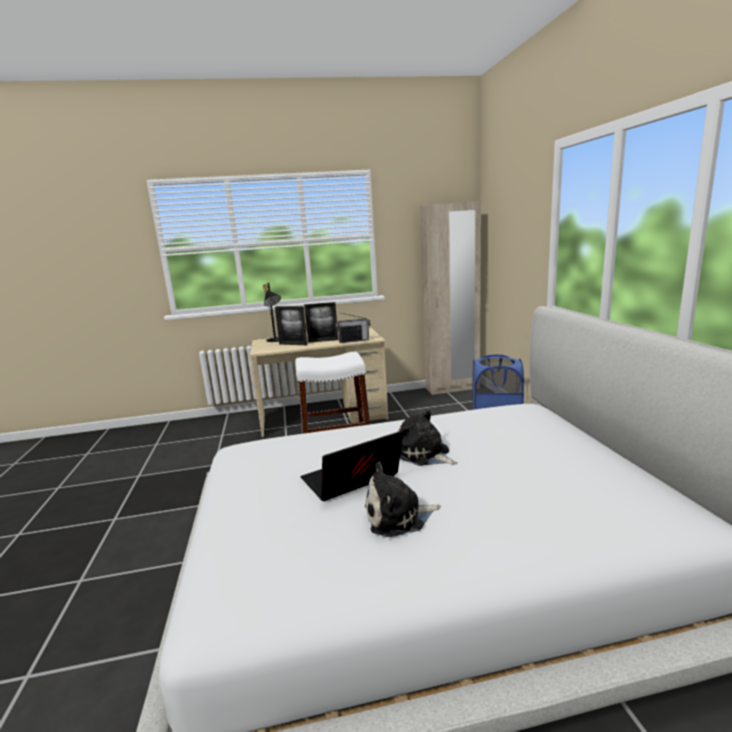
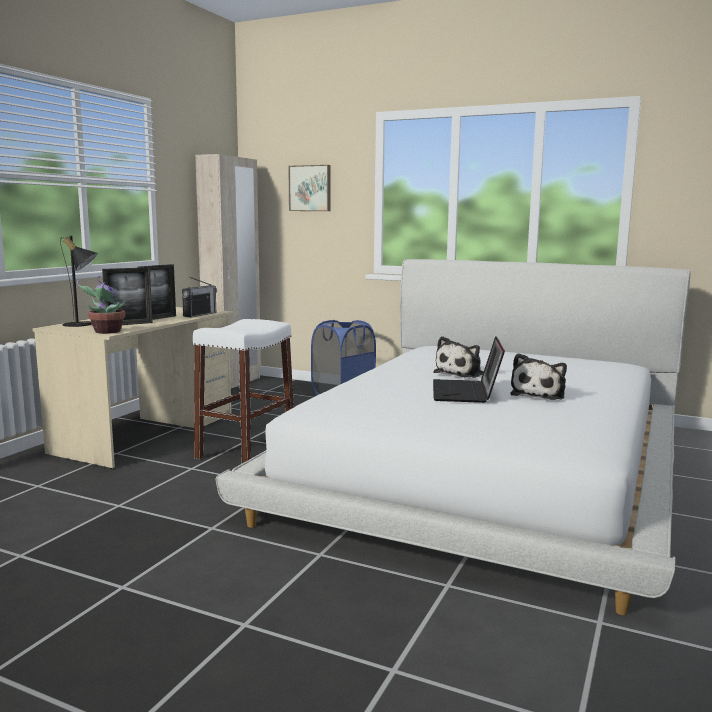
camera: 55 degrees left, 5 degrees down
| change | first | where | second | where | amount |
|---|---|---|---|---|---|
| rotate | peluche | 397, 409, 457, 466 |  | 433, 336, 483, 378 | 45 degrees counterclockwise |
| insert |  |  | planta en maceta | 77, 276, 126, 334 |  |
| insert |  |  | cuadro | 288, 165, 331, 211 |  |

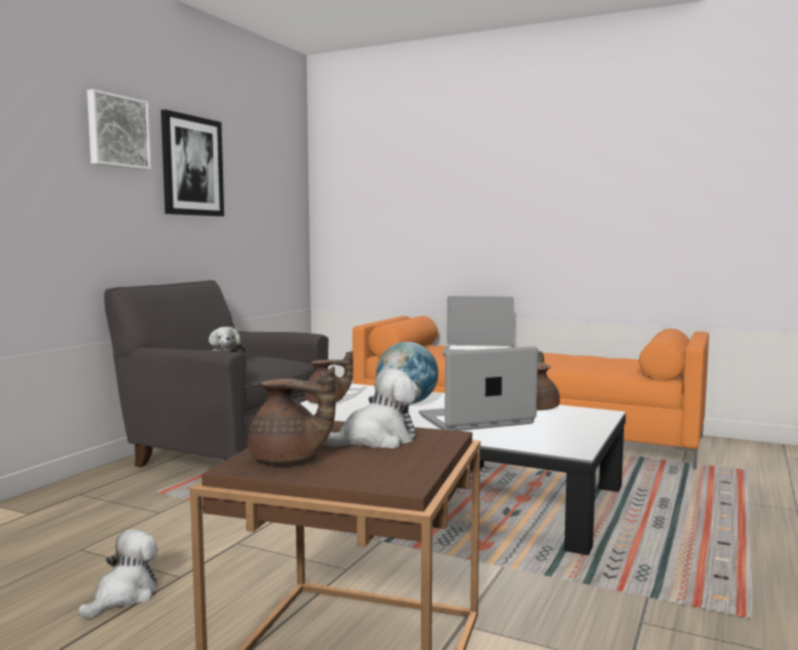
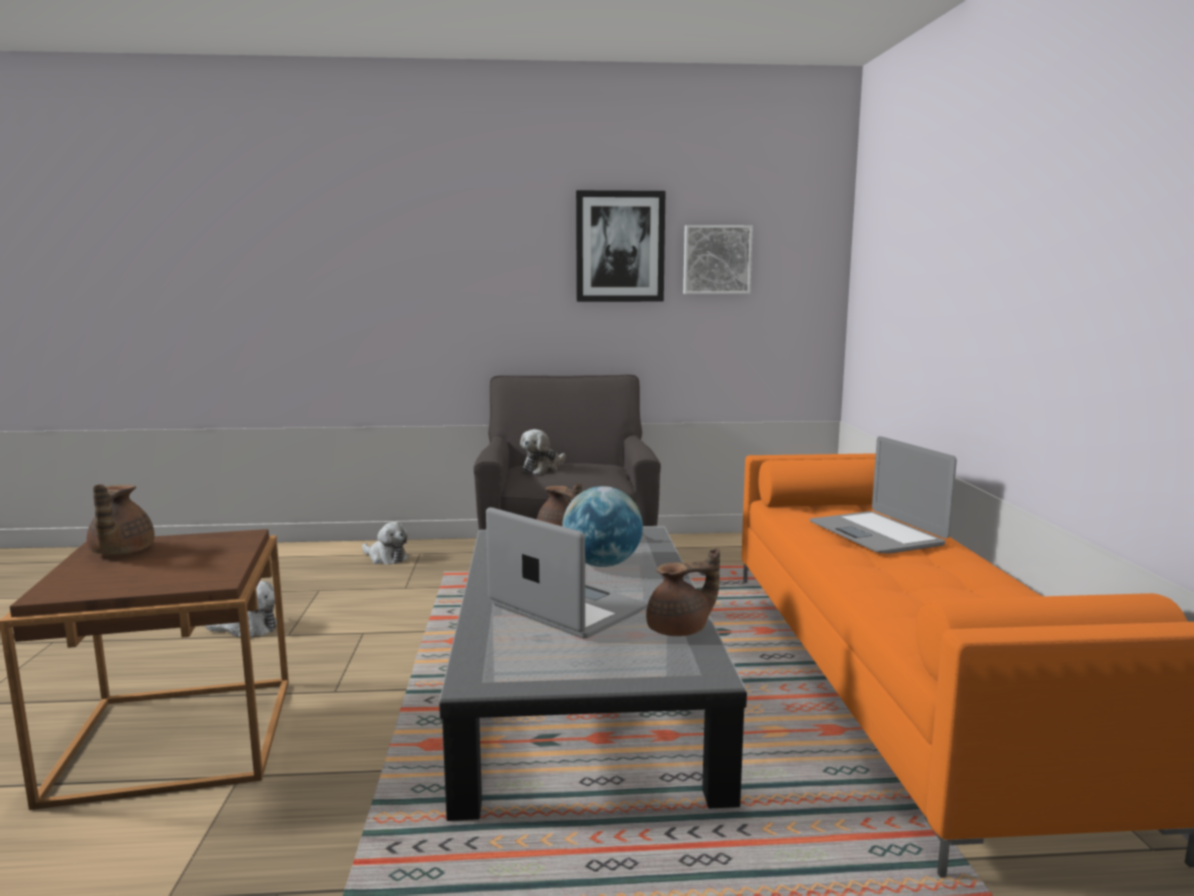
camera: 60 degrees right, 5 degrees up
| change | first | where | second | where | amount |
|---|---|---|---|---|---|
| move | cuadro | 87, 89, 151, 170 |  | 683, 225, 753, 294 |  |
| move | peluche | 322, 368, 419, 449 |  | 362, 522, 408, 565 |  |

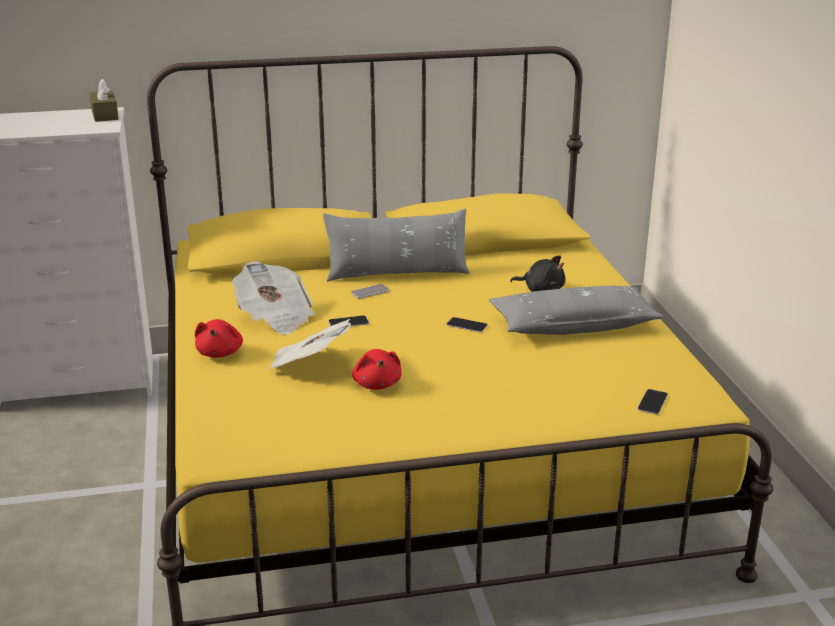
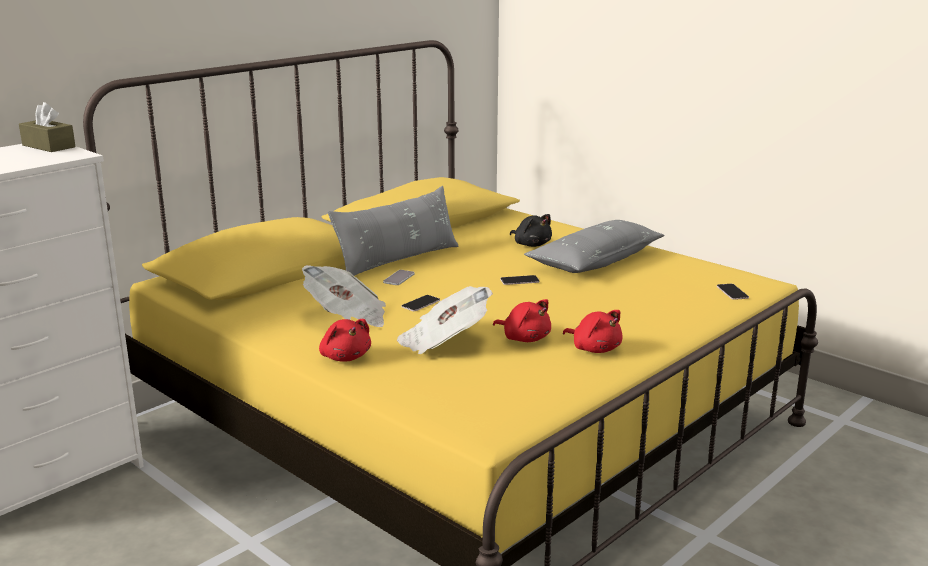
camera: 35 degrees left, 5 degrees down
| change | first | where | second | where | amount |
|---|---|---|---|---|---|
| rotate | peluche [negro] | 510, 255, 565, 292 |  | 510, 214, 552, 247 | 60 degrees clockwise |
| insert |  |  | peluche [rojo] | 563, 310, 623, 353 |  |

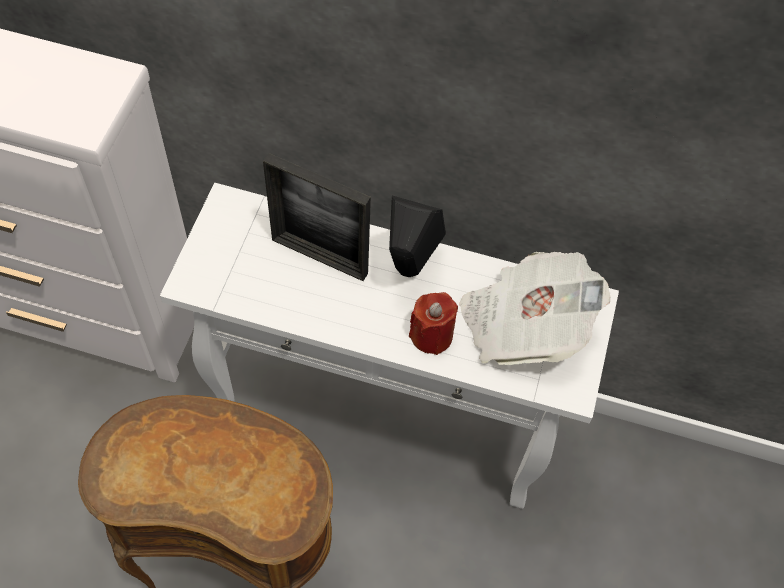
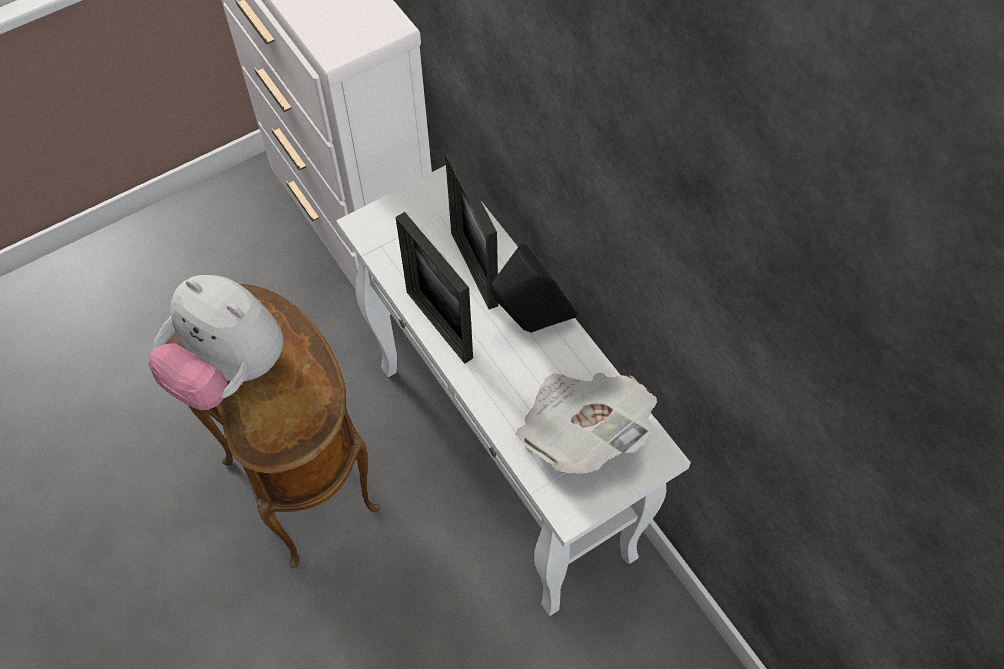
camera: 45 degrees right, 0 degrees up
| change | first | where | second | where | amount |
|---|---|---|---|---|---|
| delete | vela [rojo] | 409, 292, 458, 355 |  |  |  |
| insert |  |  | peluche | 149, 275, 283, 410 |  |
| insert |  |  | portarretratos | 396, 212, 473, 364 |  |

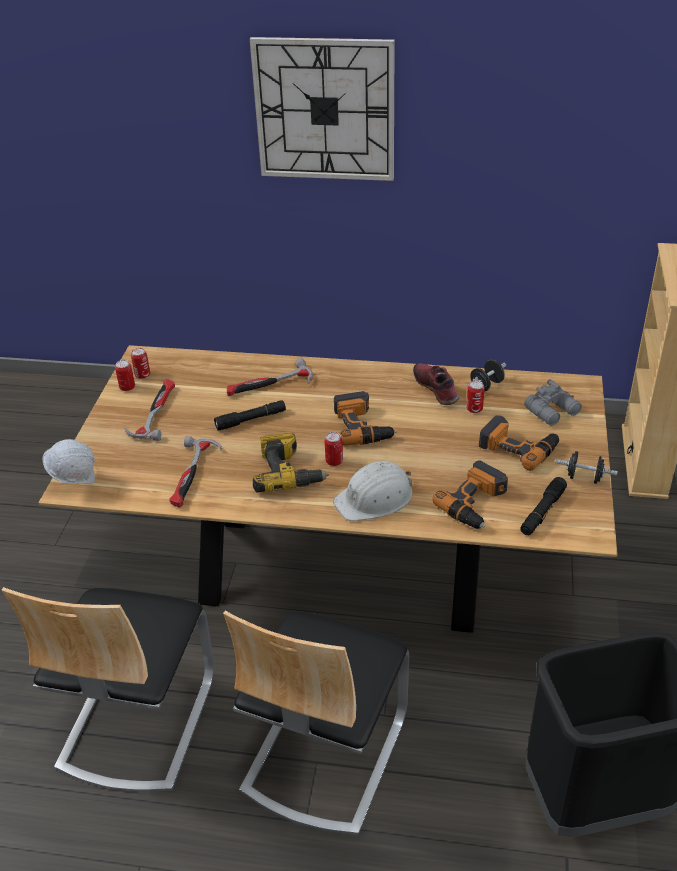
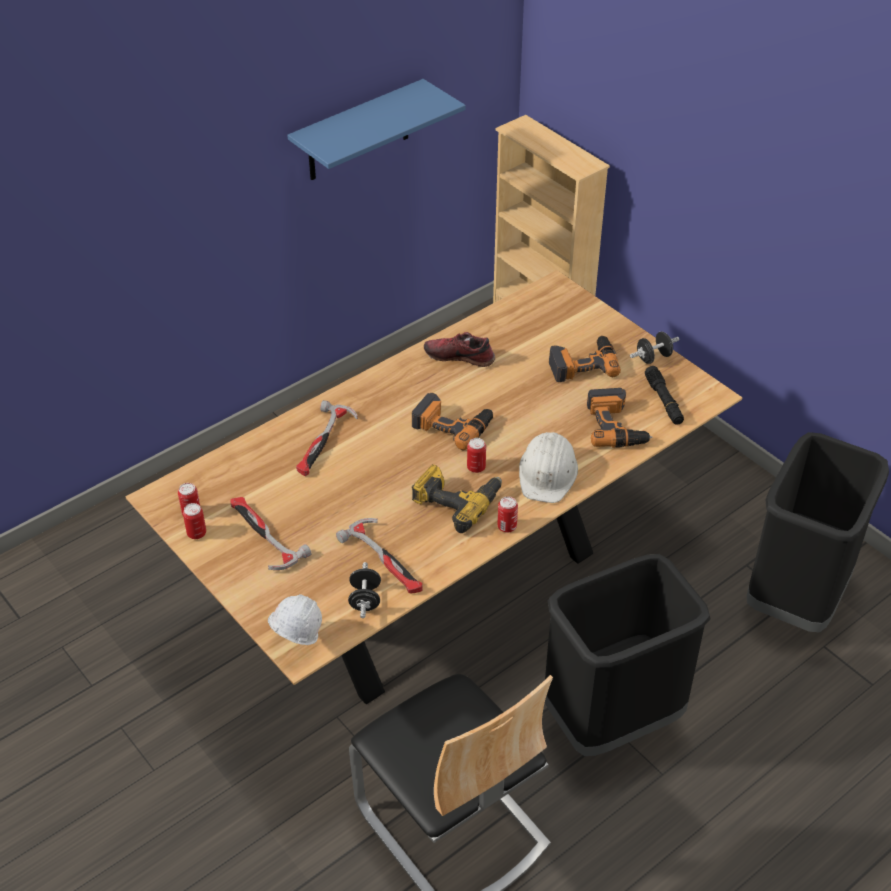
camera: 50 degrees left, 5 degrees up
| change | first | where | second | where | amount |
|---|---|---|---|---|---|
| delete | linterna [negro] | 214, 400, 286, 430 |  |  |  |
| replace | silla | 223, 611, 409, 835 | papelera [negro] | 545, 554, 710, 756 |  |
| delete | reloj de pared | 250, 37, 395, 181 |  |  |  |
| move | lata | 466, 381, 485, 413 |  | 497, 496, 518, 533 |  |
| move | mancuerna [negro] | 468, 360, 506, 392 |  | 348, 562, 381, 618 |  |
| delete | prismáticos [gris] | 524, 379, 582, 426 |  |  |  |
| insert |  |  | estante [azul] | 287, 79, 466, 180 |  |

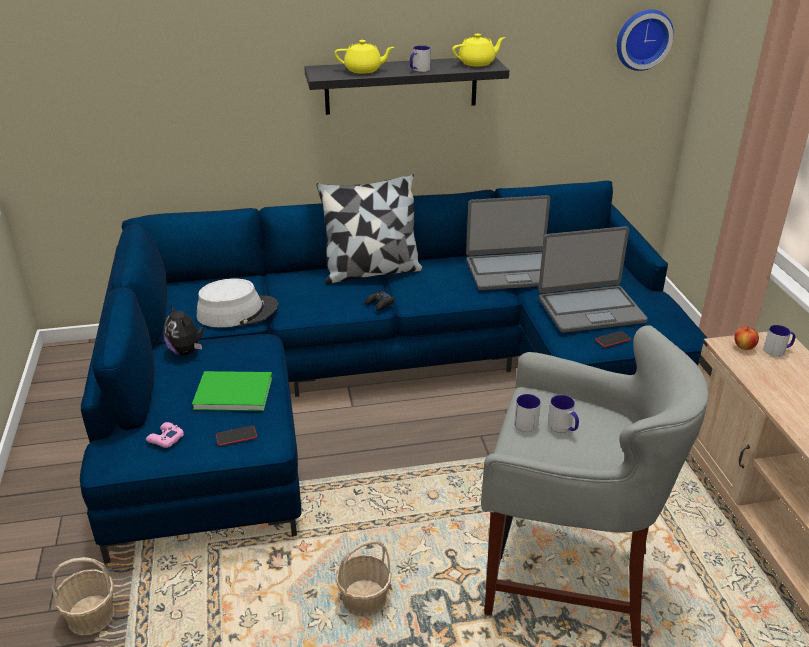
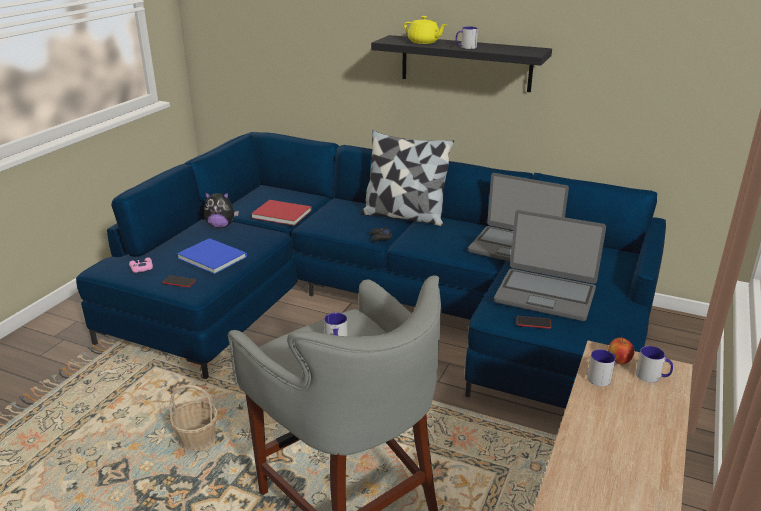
camera: 35 degrees right, 5 degrees down
| change | first | where | second | where | amount |
|---|---|---|---|---|---|
| delete | cesta | 52, 557, 115, 635 |  |  |  |
| rotate | peluche | 163, 304, 204, 355 |  | 204, 192, 239, 228 | 90 degrees counterclockwise |
| recolor | libro [verde] | 192, 371, 272, 411 | libro [azul] | 177, 238, 247, 274 |  |
| replace | sombrero [gris] | 197, 278, 278, 327 | libro [rojo] | 251, 200, 312, 226 |  |
| delete | tetera [amarillo] | 452, 34, 506, 66 |  |  |  |
| move | taza grande | 514, 394, 541, 432 |  | 587, 349, 616, 386 |  |
| delete | reloj de pared | 617, 9, 674, 71 |  |  |  |

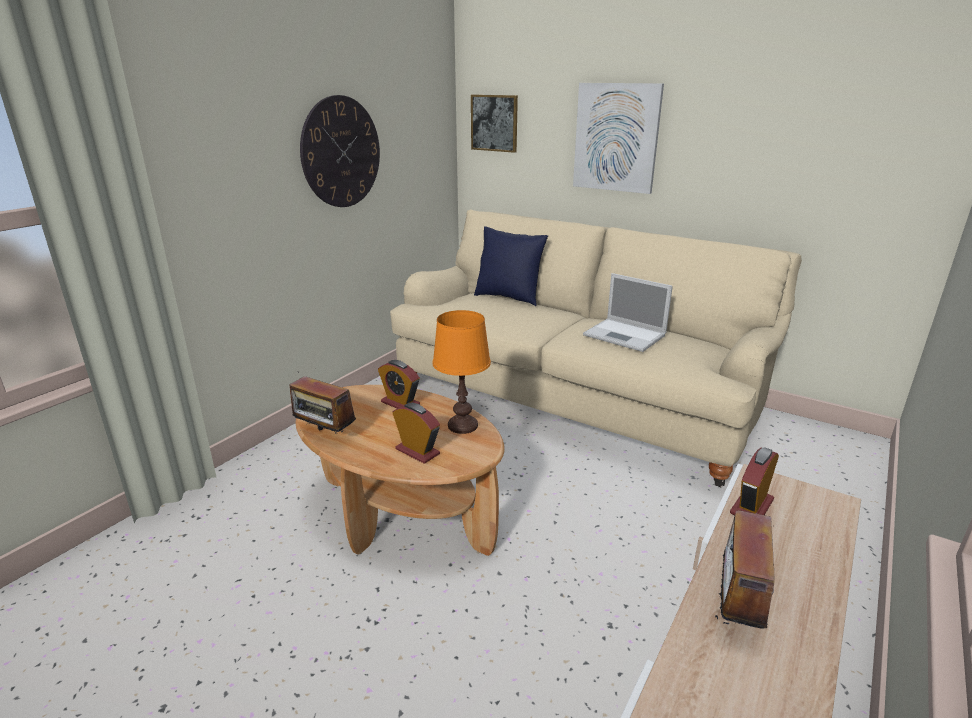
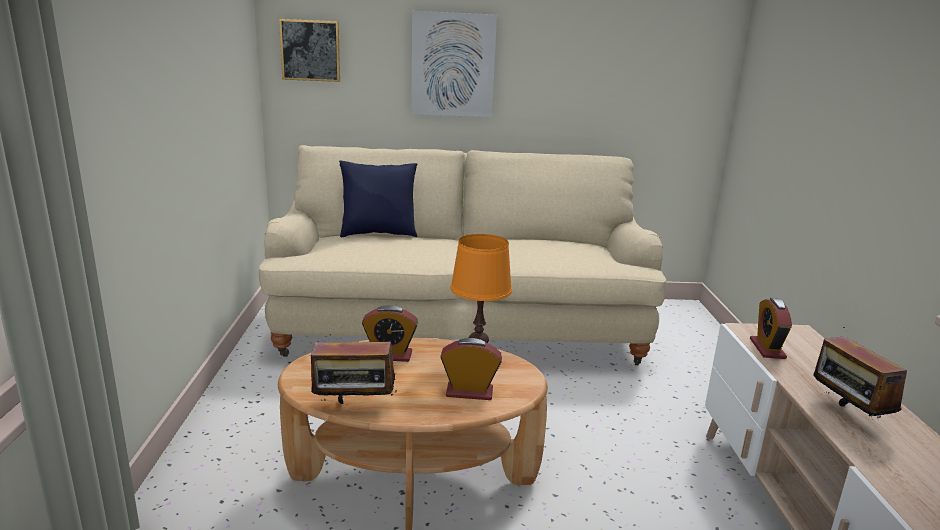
camera: 35 degrees left, 5 degrees down
| change | first | where | second | where | amount |
|---|---|---|---|---|---|
| delete | reloj de pared | 300, 95, 380, 207 |  |  |  |
| delete | portátil | 583, 273, 673, 352 |  |  |  |

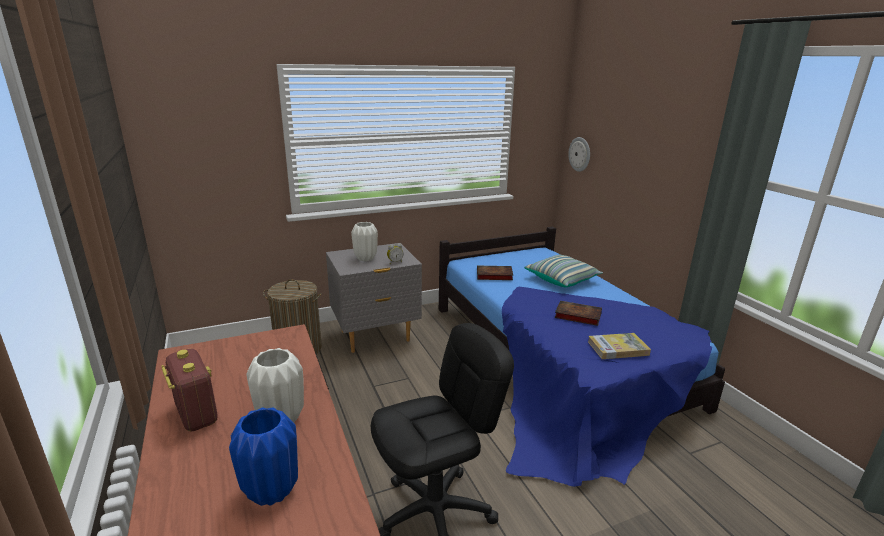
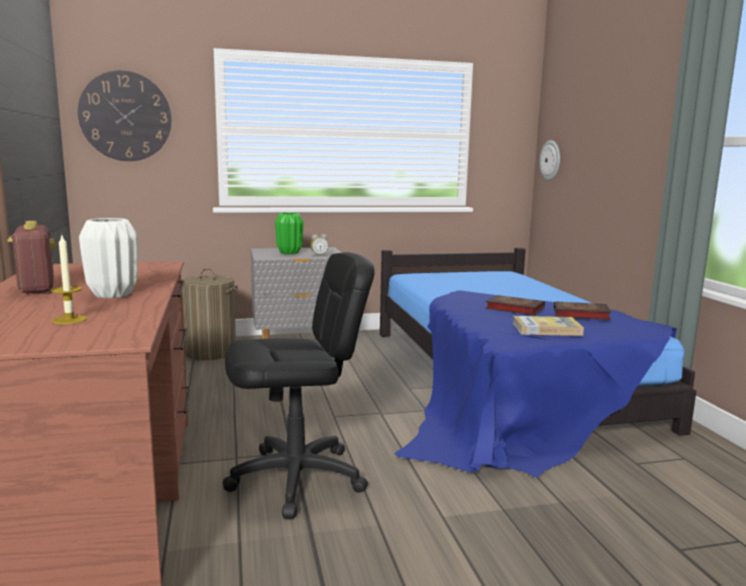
camera: 10 degrees right, 10 degrees down
| change | first | where | second | where | amount |
|---|---|---|---|---|---|
| replace | florero [azul] | 229, 407, 298, 506 | vela | 51, 235, 88, 324 |  |
| recolor | florero [blanco] | 351, 222, 378, 261 | florero [verde] | 275, 213, 303, 254 |  |
| move | libro | 477, 266, 513, 280 |  | 554, 301, 611, 320 |  |
| delete | cojín | 524, 255, 603, 287 |  |  |  |
| insert |  |  | reloj de pared | 78, 70, 171, 161 |  |

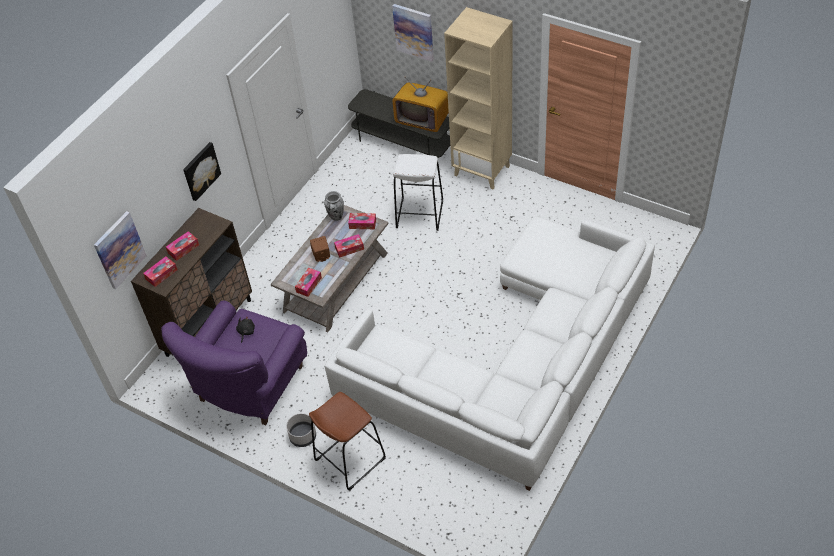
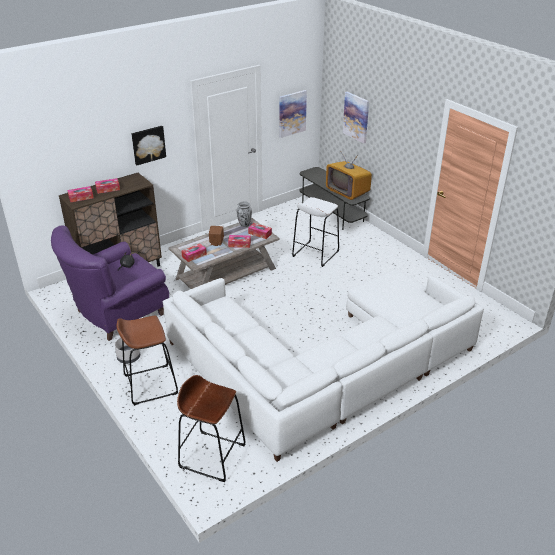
camera: 20 degrees right, 15 degrees down
| change | first | where | second | where | amount |
|---|---|---|---|---|---|
| move | cuadro | 94, 211, 147, 289 |  | 279, 90, 307, 138 |  |
| delete | estantería [beis] | 444, 7, 513, 189 |  |  |  |
| insert |  |  | taburete [marrón] | 177, 375, 246, 482 |  |

